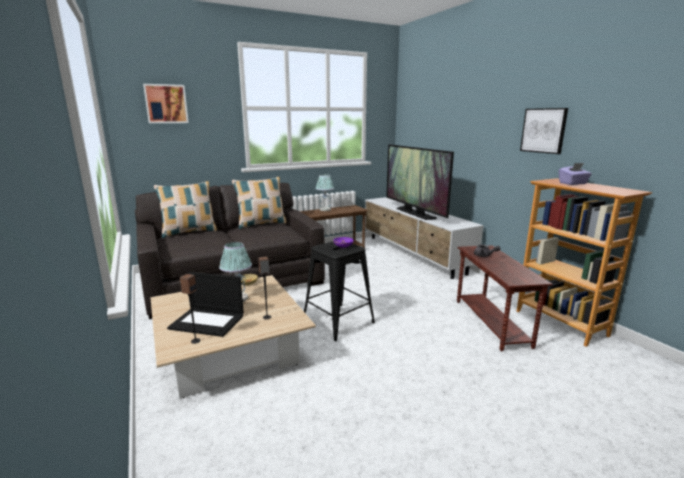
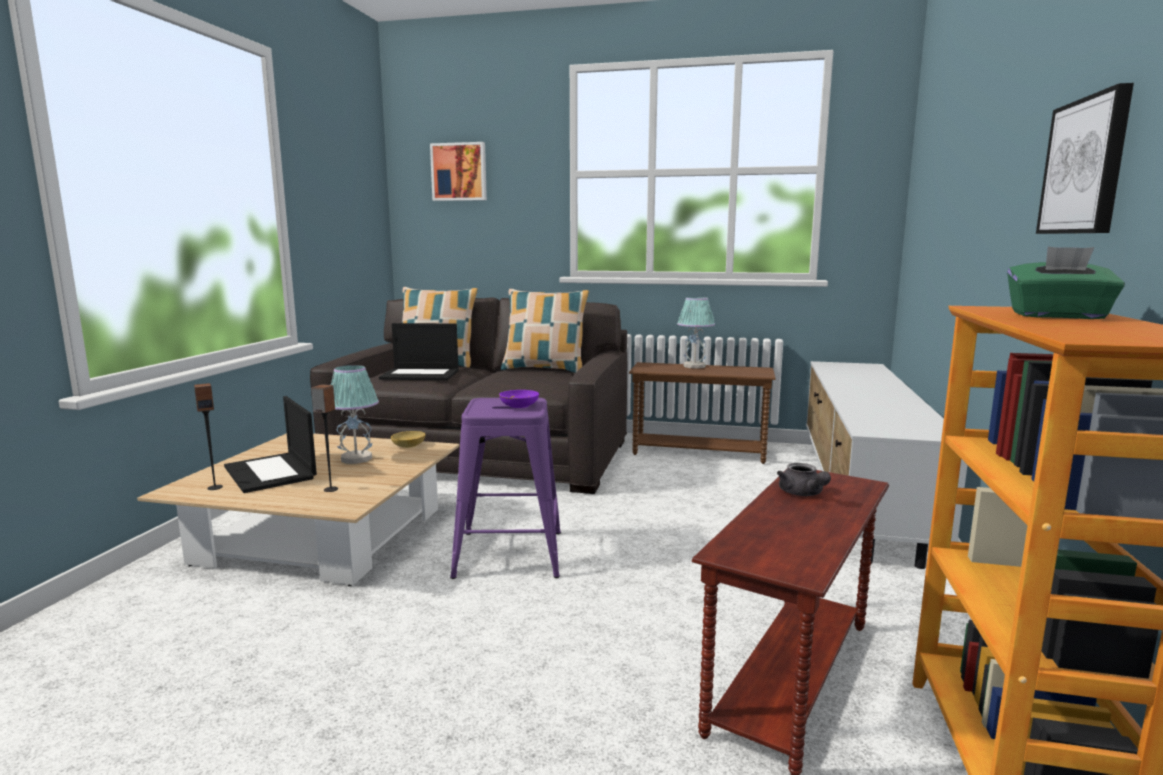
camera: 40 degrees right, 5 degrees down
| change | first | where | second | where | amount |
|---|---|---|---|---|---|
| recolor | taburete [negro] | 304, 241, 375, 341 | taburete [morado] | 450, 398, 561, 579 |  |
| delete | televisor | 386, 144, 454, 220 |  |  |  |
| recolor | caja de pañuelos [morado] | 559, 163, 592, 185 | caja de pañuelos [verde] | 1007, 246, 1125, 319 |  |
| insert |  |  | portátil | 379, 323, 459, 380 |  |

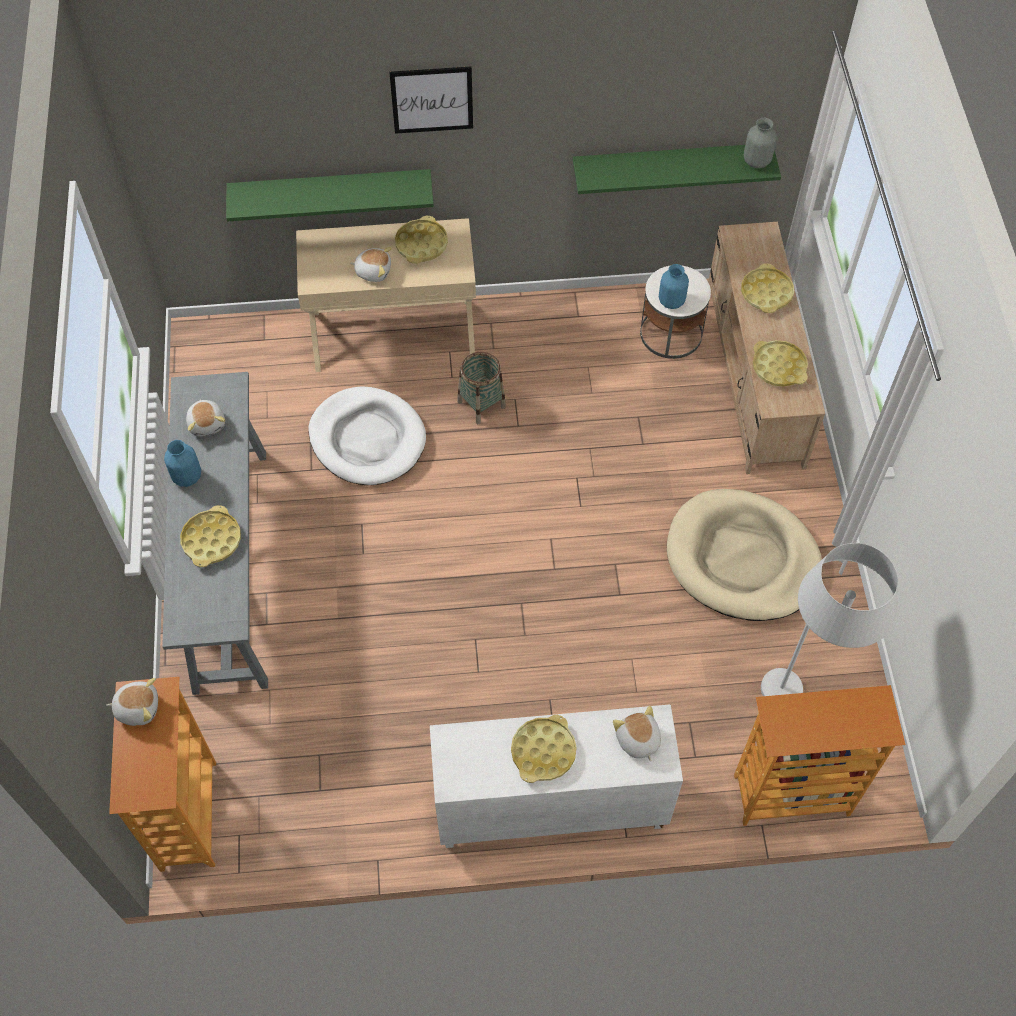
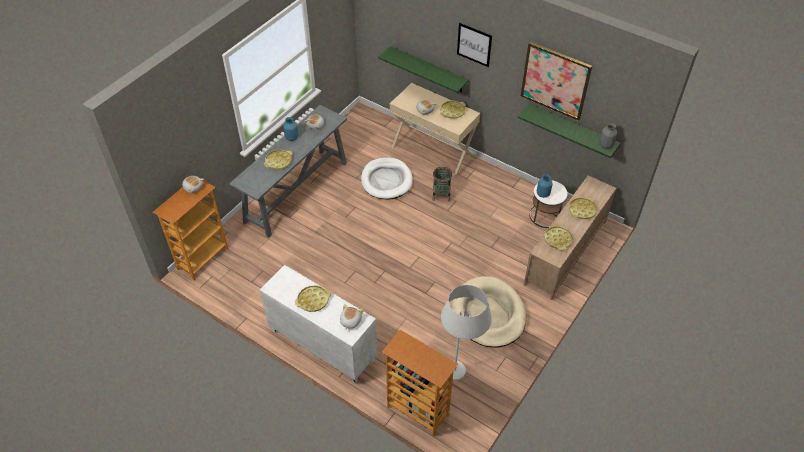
camera: 40 degrees right, 10 degrees down
| change | first | where | second | where | amount |
|---|---|---|---|---|---|
| insert |  |  | cuadro | 521, 42, 592, 121 |  |

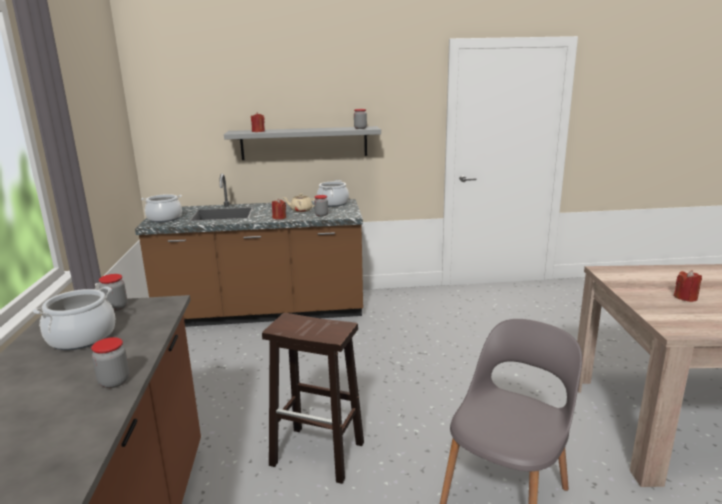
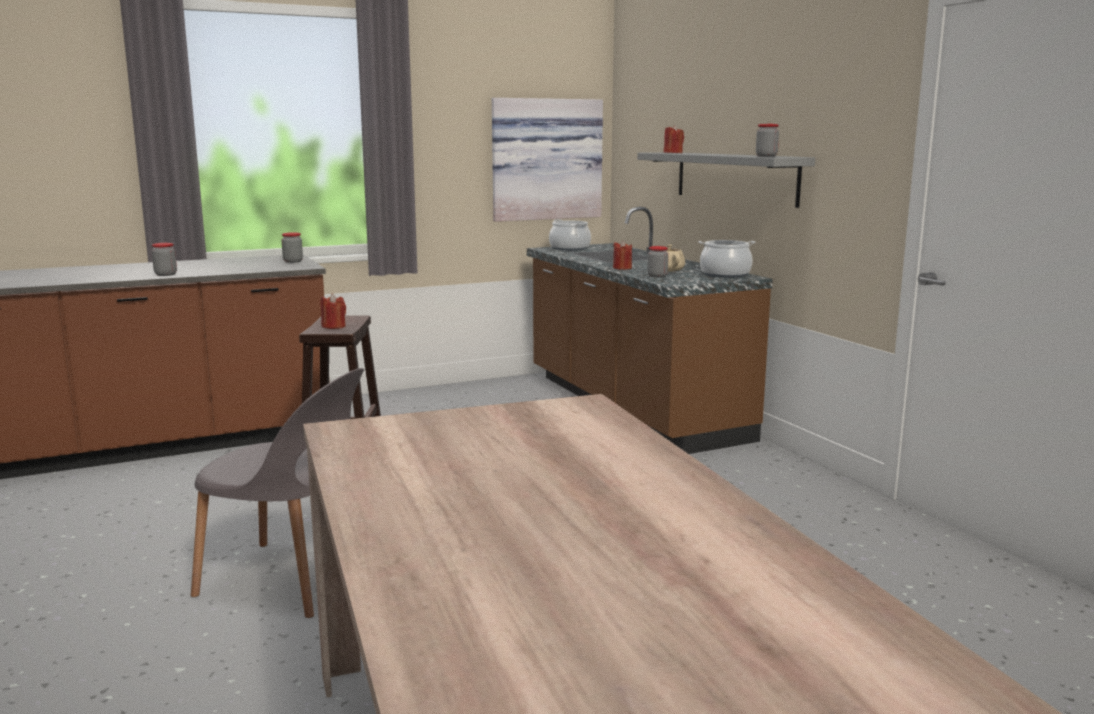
camera: 70 degrees right, 5 degrees down
| change | first | where | second | where | amount |
|---|---|---|---|---|---|
| delete | olla | 33, 286, 115, 350 |  |  |  |
| move | vela [rojo] | 674, 270, 702, 302 |  | 321, 294, 346, 329 |  |
| insert |  |  | cuadro | 492, 98, 603, 222 |  |

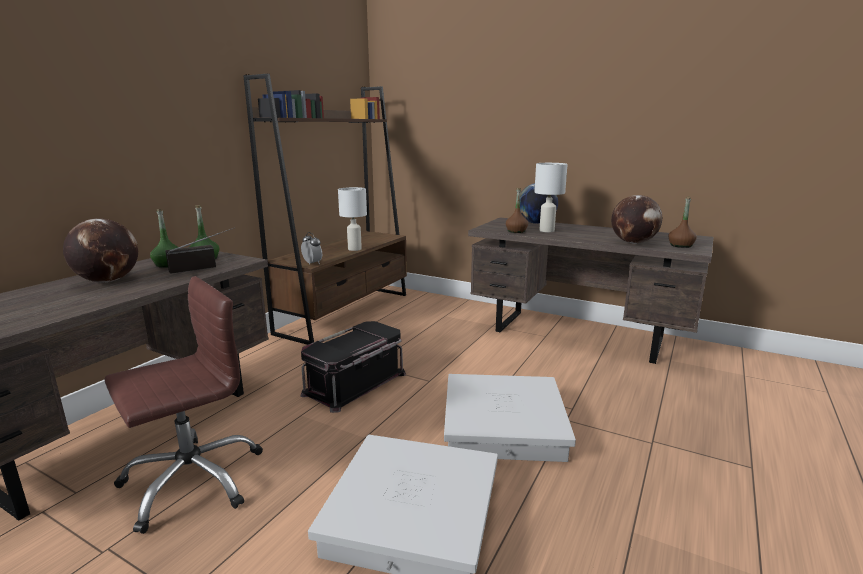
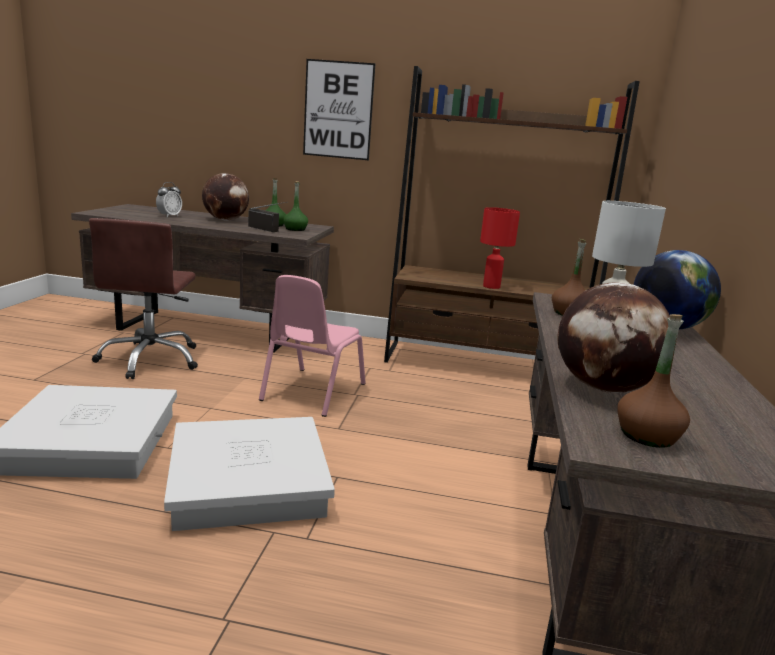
camera: 70 degrees right, 0 degrees up
| change | first | where | second | where | amount |
|---|---|---|---|---|---|
| rotate | silla de oficina [marrón] | 104, 276, 263, 534 |  | 89, 218, 198, 379 | 60 degrees clockwise |
| replace | caja de almacenaje [negro] | 300, 321, 406, 413 | silla [rosa] | 259, 275, 366, 417 |  |
| move | despertador | 301, 232, 322, 264 |  | 156, 182, 182, 217 |  |
| recolor | lámpara de mesa [blanco] | 338, 187, 367, 251 | lámpara de mesa [rojo] | 480, 207, 520, 289 |  |
| insert |  |  | cuadro | 303, 59, 375, 160 |  |

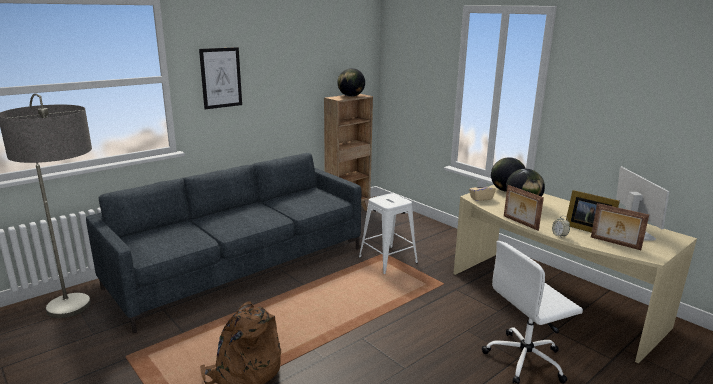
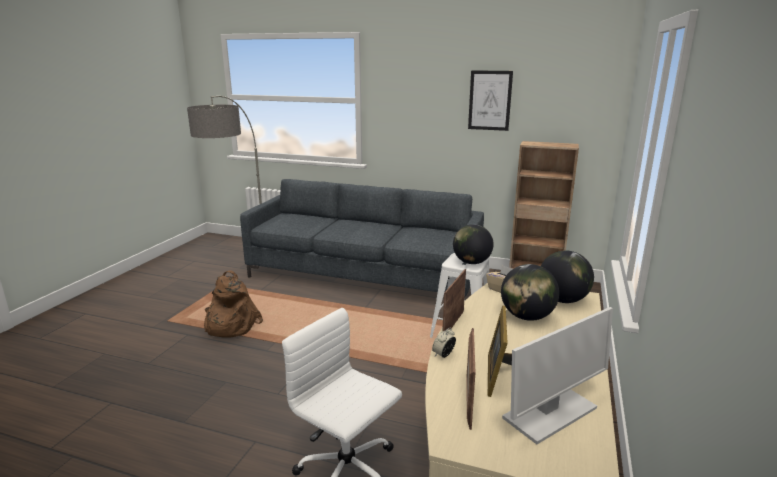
camera: 60 degrees right, 0 degrees up
| change | first | where | second | where | amount |
|---|---|---|---|---|---|
| move | cuadro | 199, 47, 242, 109 |  | 468, 71, 513, 131 |  |
| move | globo terráqueo | 338, 68, 365, 97 |  | 453, 224, 493, 264 |  |

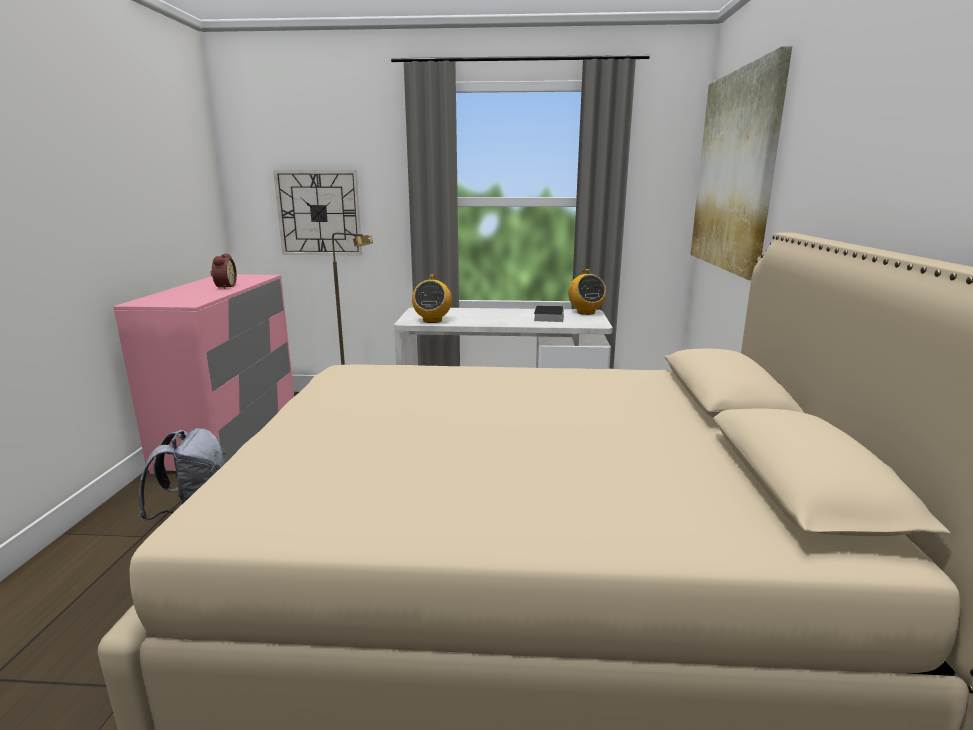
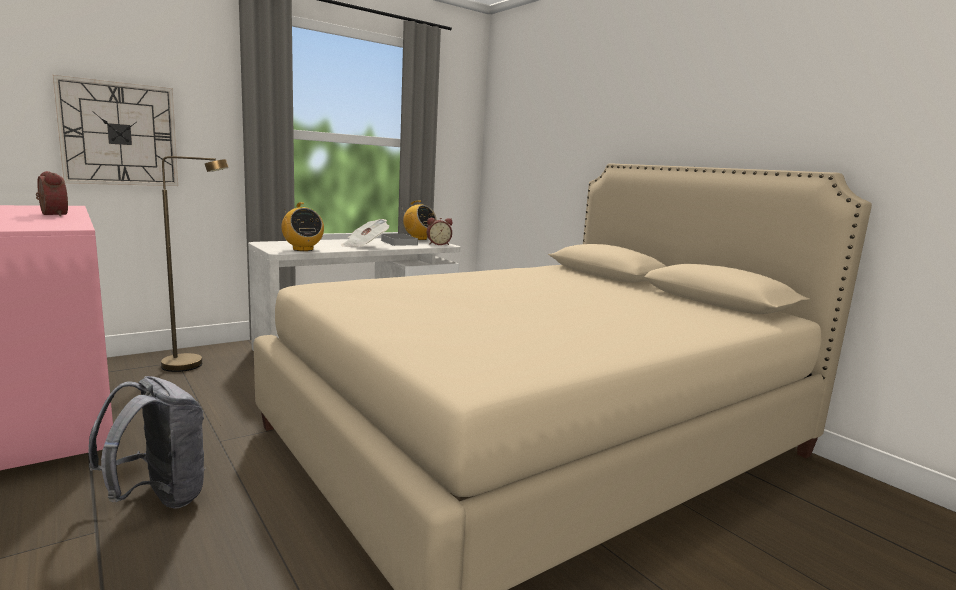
camera: 40 degrees left, 5 degrees down
| change | first | where | second | where | amount |
|---|---|---|---|---|---|
| delete | cuadro | 690, 46, 792, 280 |  |  |  |
| insert |  |  | periódico | 341, 219, 389, 247 |  |
| insert |  |  | despertador | 427, 218, 452, 245 |  |

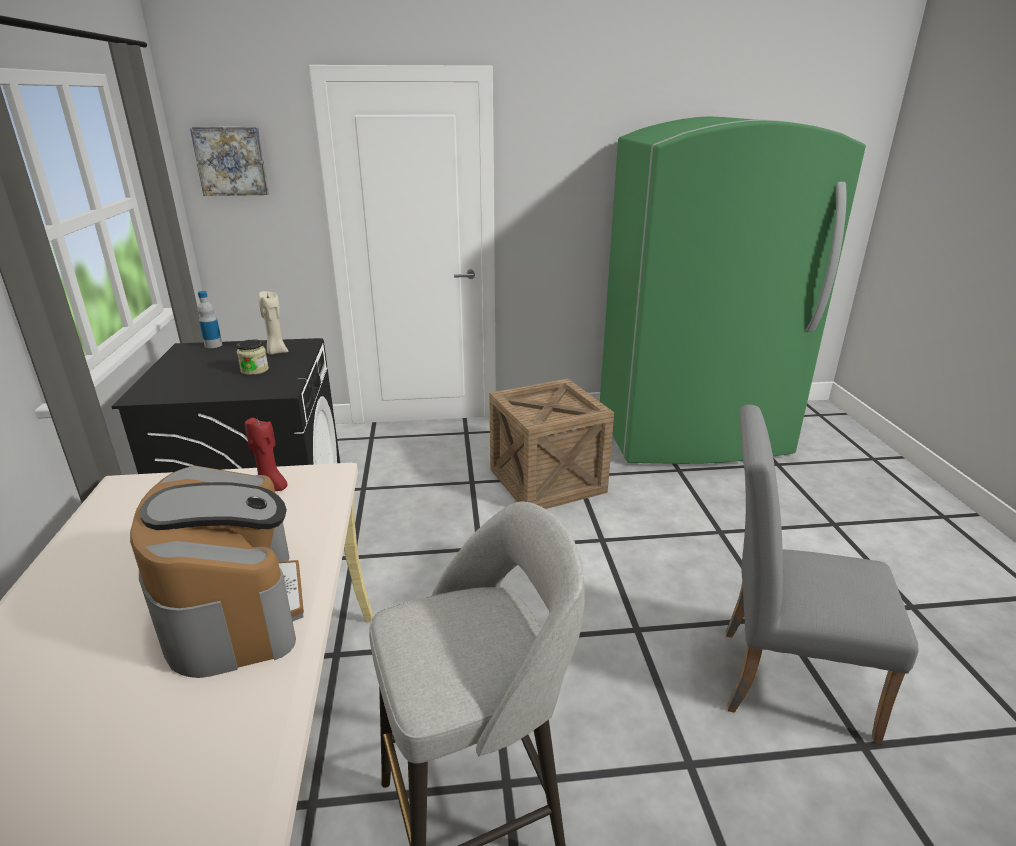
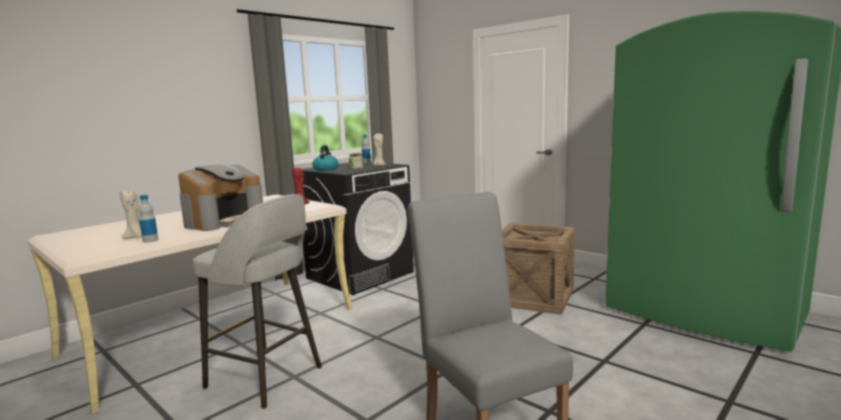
camera: 50 degrees right, 15 degrees down
| change | first | where | second | where | amount |
|---|---|---|---|---|---|
| delete | cuadro | 190, 127, 269, 196 |  |  |  |
| insert |  |  | vela [beis] | 120, 190, 142, 238 |  |
| insert |  |  | botella | 139, 195, 158, 243 |  |
| insert |  |  | hervidor | 312, 145, 338, 171 |  |

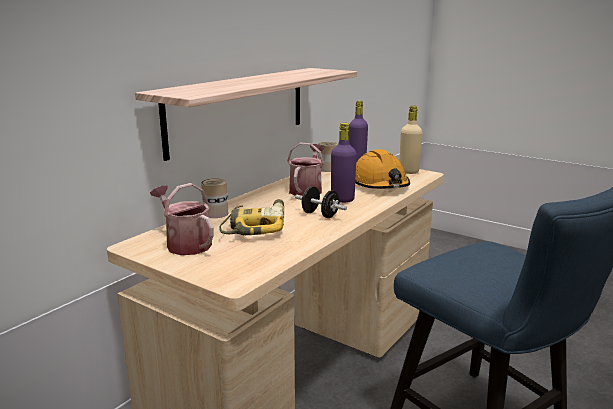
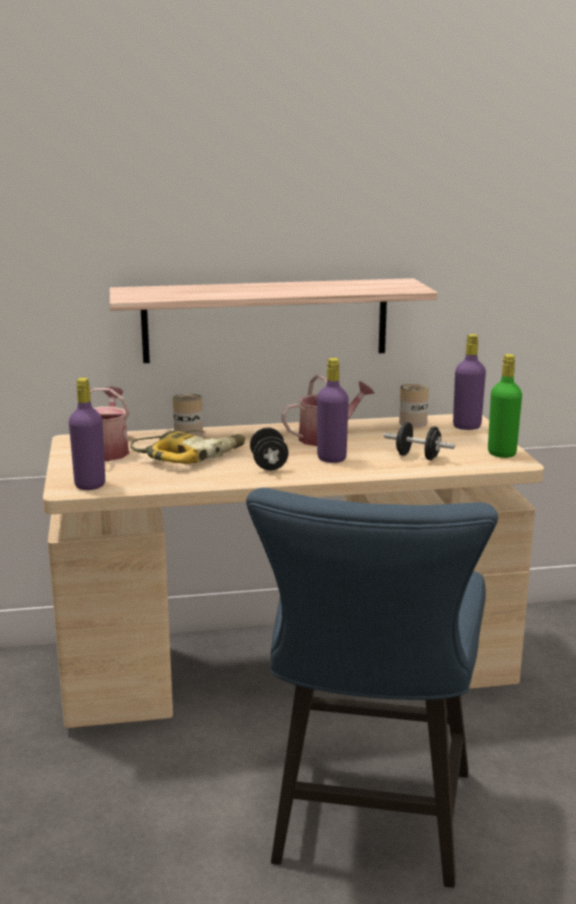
camera: 45 degrees right, 0 degrees up
| change | first | where | second | where | amount |
|---|---|---|---|---|---|
| replace | casco [naranja] | 355, 149, 410, 189 | mancuerna [negro] | 384, 422, 455, 460 |  |
| recolor | botella [beis] | 399, 106, 423, 174 | botella [verde] | 488, 354, 522, 458 |  |
| insert |  |  | botella [morado] | 69, 378, 105, 490 |  |

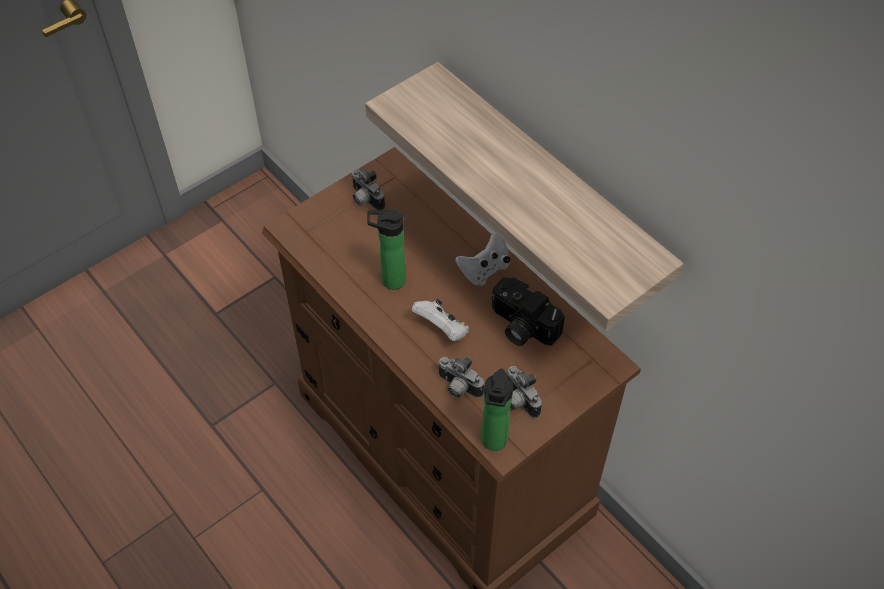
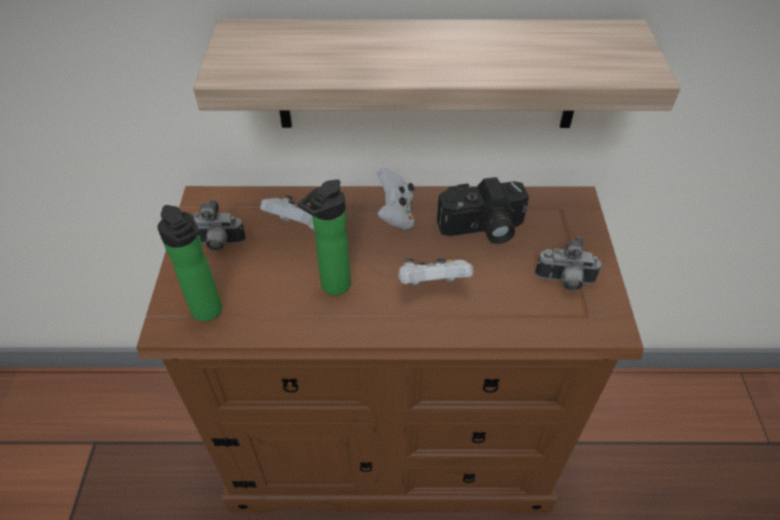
camera: 50 degrees left, 5 degrees down
| change | first | where | second | where | amount |
|---|---|---|---|---|---|
| delete | cámara | 437, 356, 484, 398 |  |  |  |
| move | botella | 481, 368, 513, 451 |  | 157, 205, 222, 321 |  |
| insert |  |  | mando de consola [blanco] | 260, 195, 315, 231 |  |

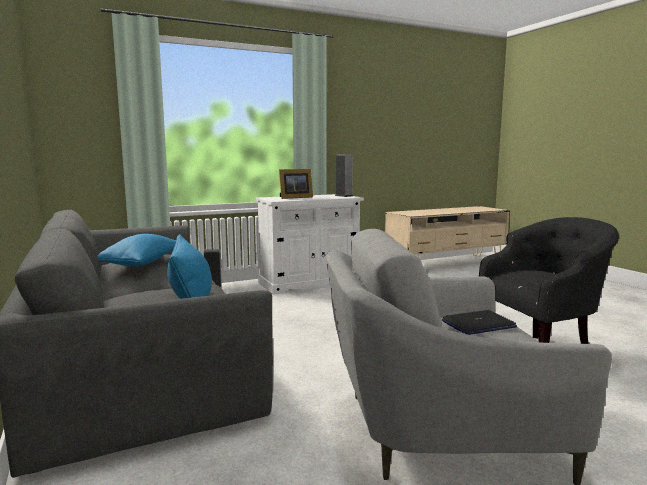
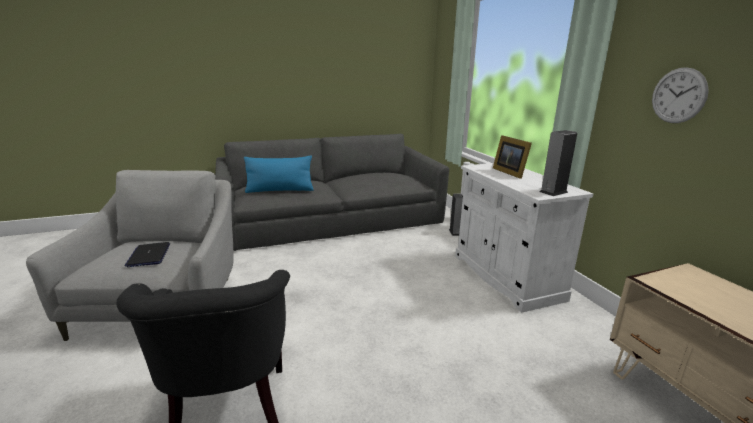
camera: 95 degrees right, 10 degrees up
| change | first | where | second | where | amount |
|---|---|---|---|---|---|
| delete | cojín [azul] | 97, 234, 176, 266 |  |  |  |
| insert |  |  | reloj de pared | 652, 67, 709, 123 |  |

